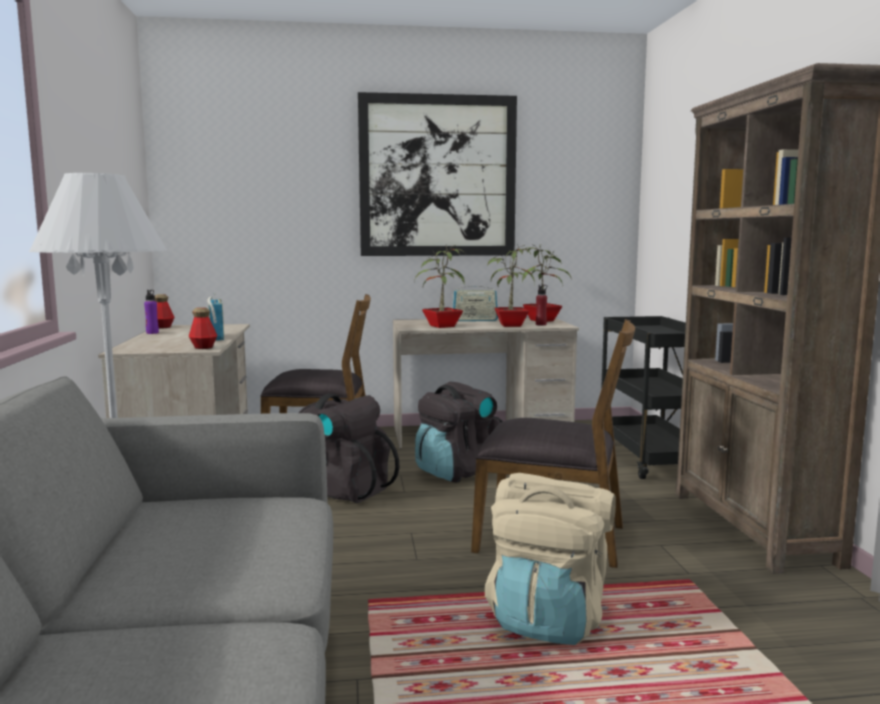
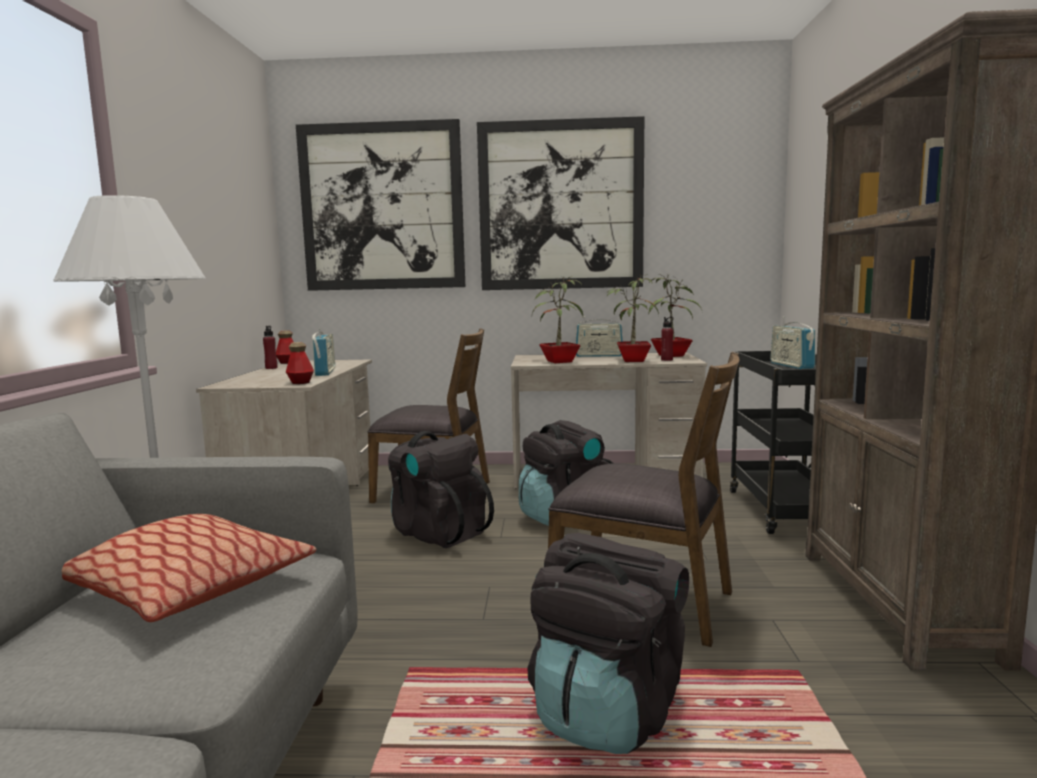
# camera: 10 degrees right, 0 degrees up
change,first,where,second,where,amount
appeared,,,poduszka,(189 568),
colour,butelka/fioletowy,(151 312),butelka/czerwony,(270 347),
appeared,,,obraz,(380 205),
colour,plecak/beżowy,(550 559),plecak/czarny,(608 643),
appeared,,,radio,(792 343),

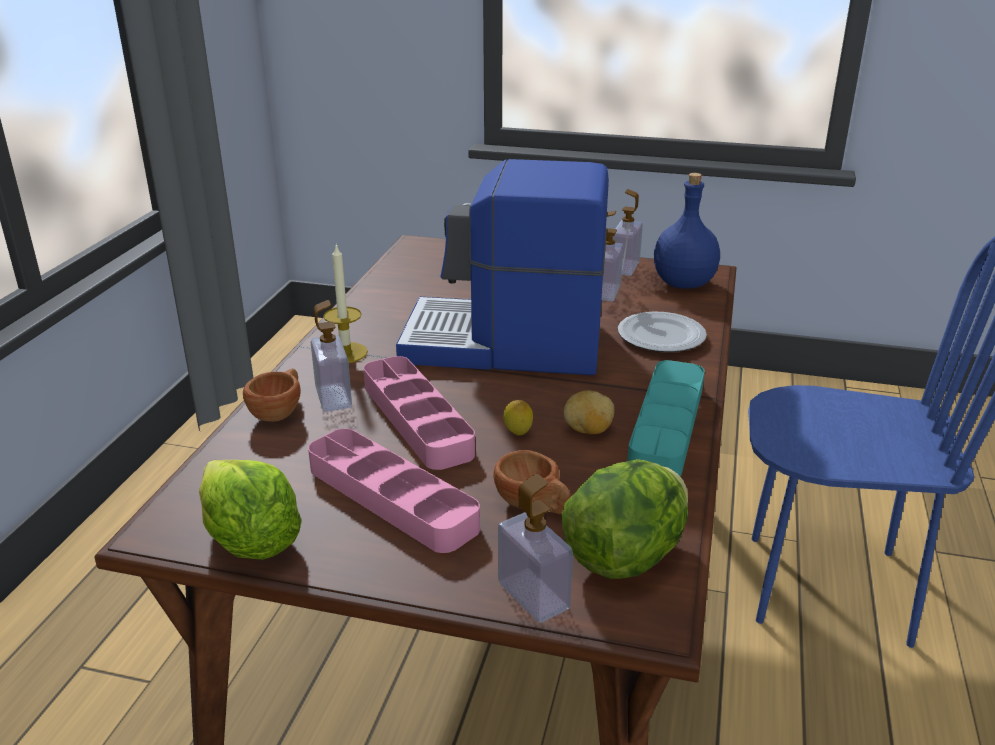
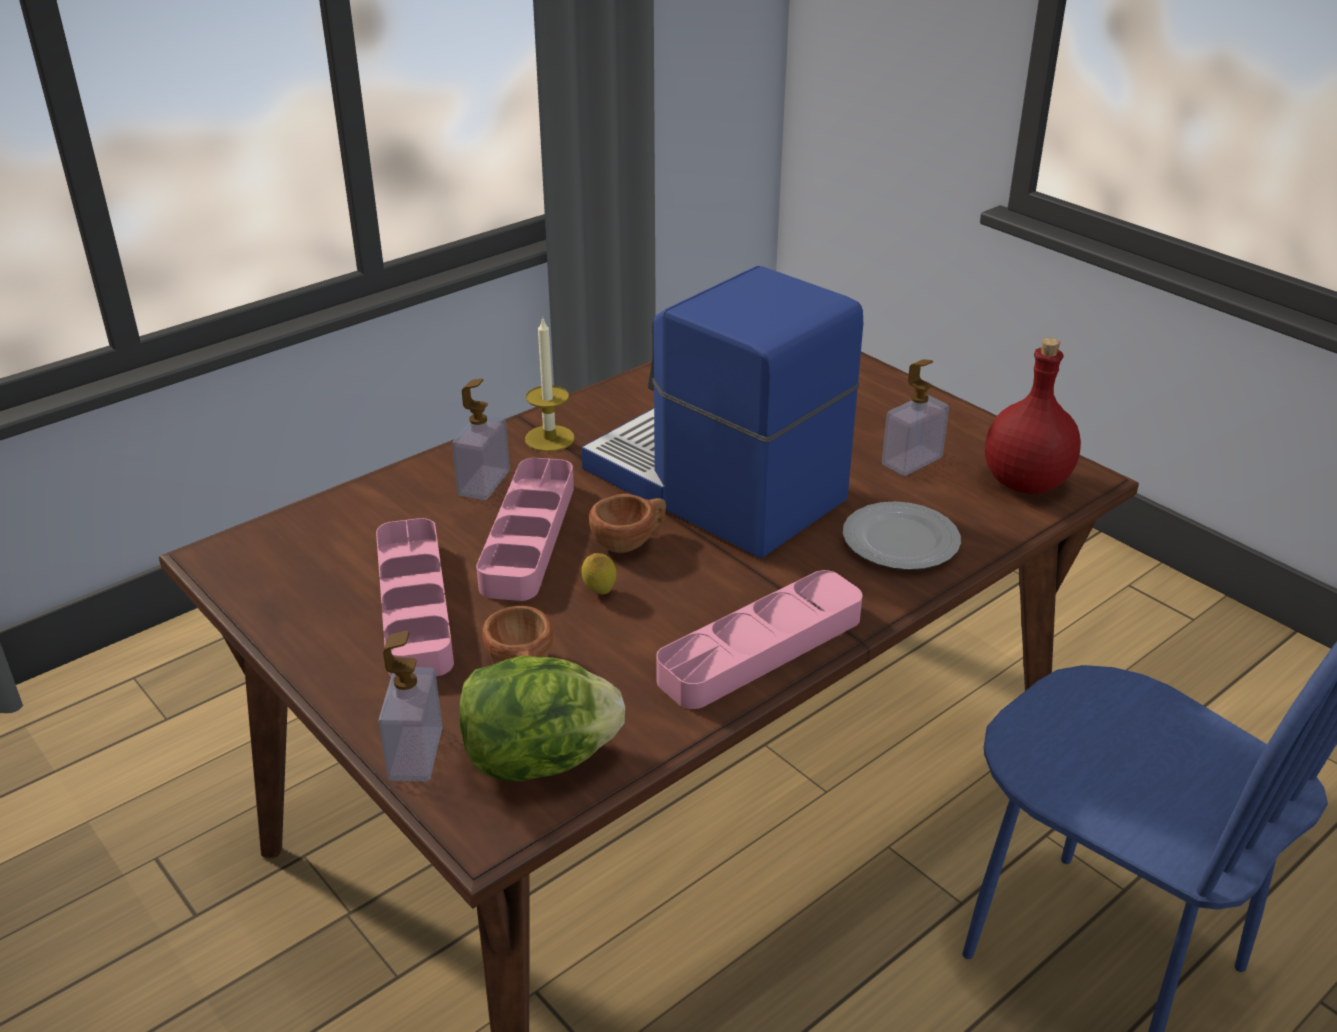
# camera: 35 degrees right, 5 degrees up
change,first,where,second,where,amount
relocated,filiżanka/brązowy,(272 395),,(627 523),
colour,taca/turkusowy,(666 418),taca/różowy,(759 639),
colour,butelka/niebieski,(687 231),butelka/czerwony,(1033 416),
missing,sałata,(250 510),,,
missing,ziemniak,(589 412),,,
missing,dozownik mydła,(627 232),,,

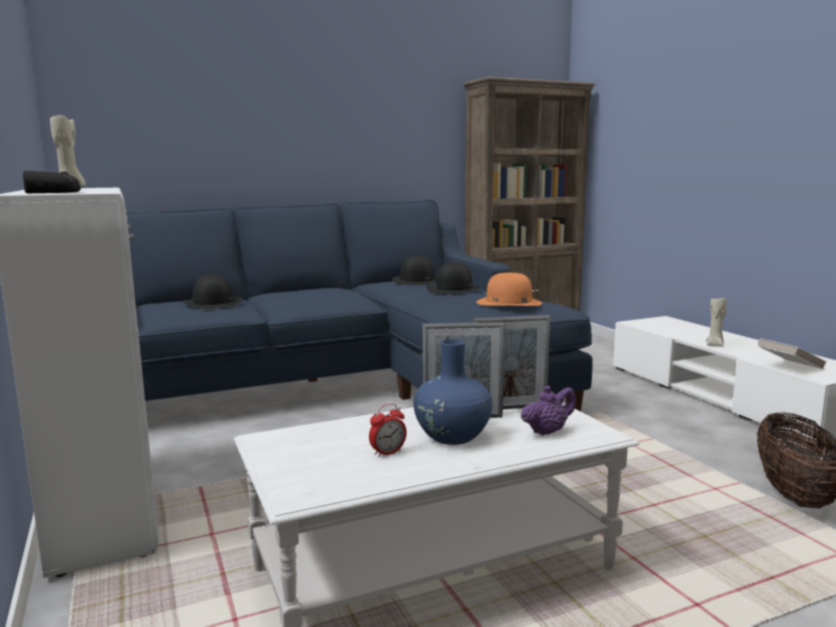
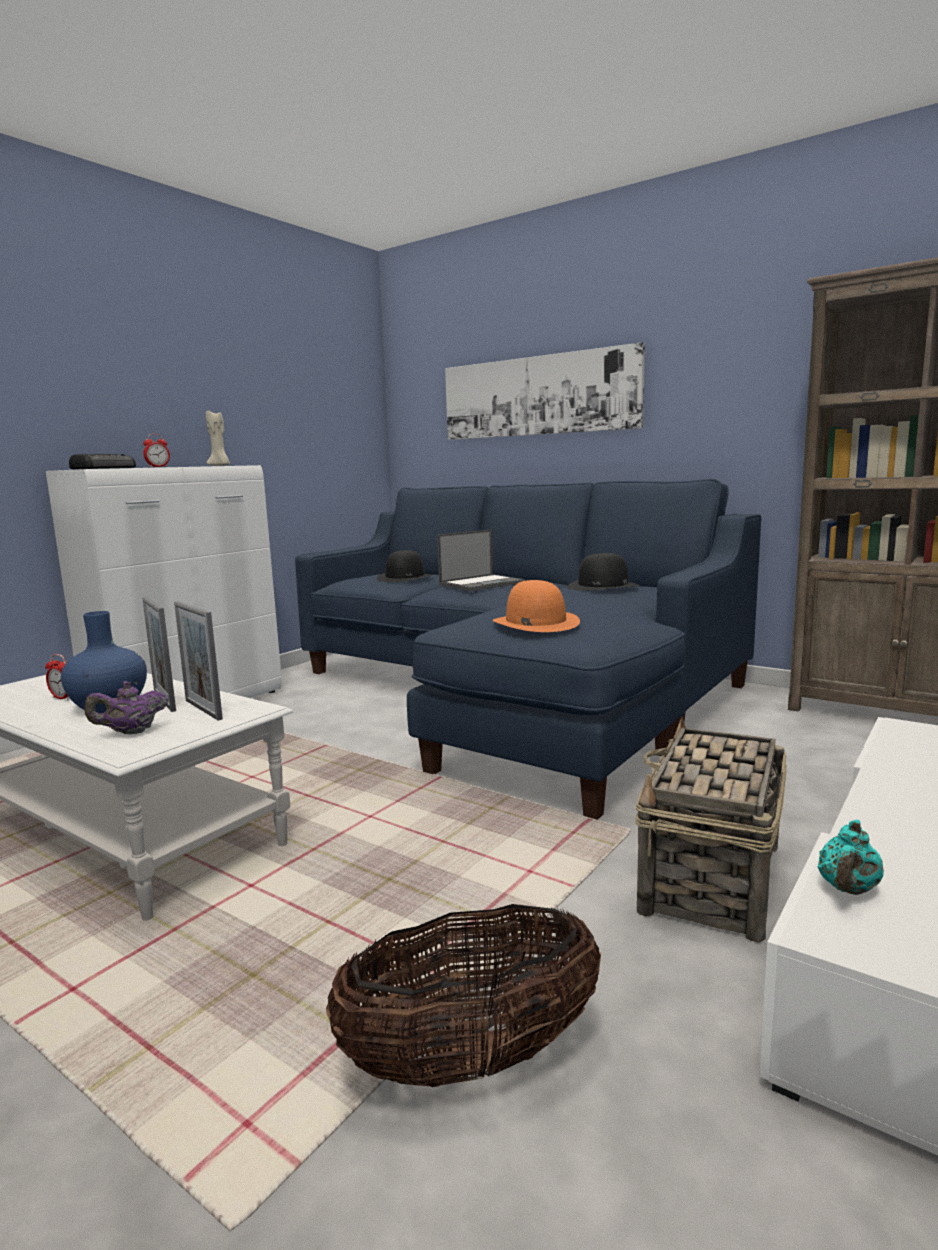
# camera: 60 degrees right, 0 degrees up
change,first,where,second,where,amount
spun,imbryk/fioletowy,(548 410),,(126 707),120 degrees clockwise
appeared,,,budzik,(156 450),
appeared,,,laptop,(481 560),
appeared,,,obraz,(545 391),
appeared,,,koszyk,(711 830),
exchanged,książka/biały,(792 353),imbryk/turkusowy,(851 857),
missing,kapelusz/czarny,(454 278),,,
missing,świeca/beżowy,(716 322),,,

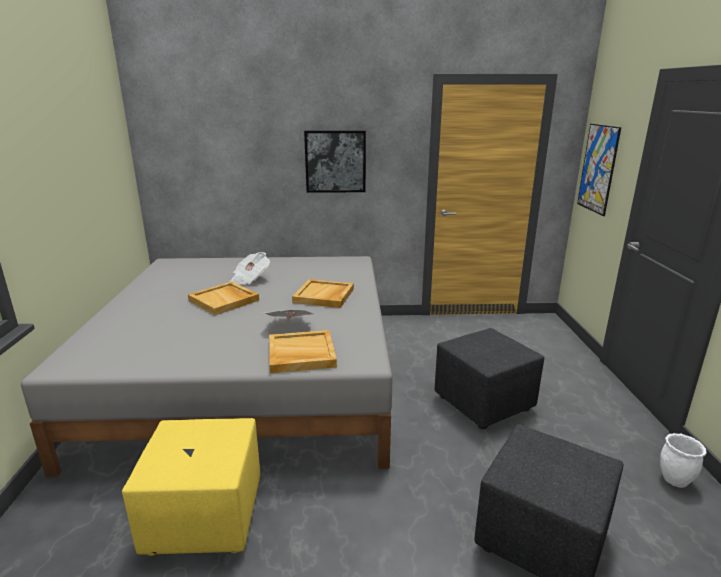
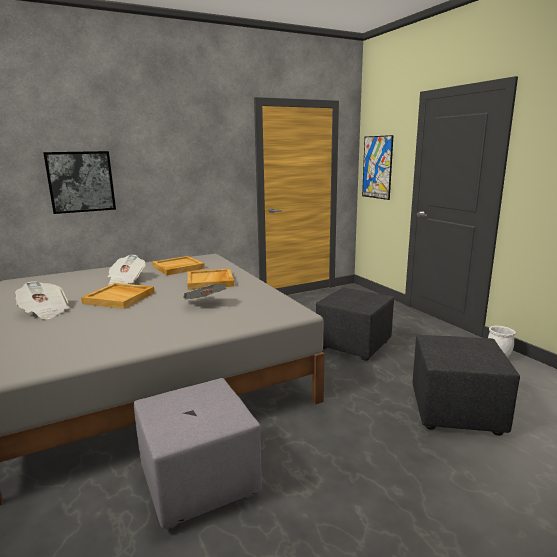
# camera: 25 degrees left, 5 degrees down
change,first,where,second,where,amount
appeared,,,gazeta,(42 300),
relocated,obraz,(335 161),,(79 182),
colour,pufa/żółty,(191 487),pufa/szary,(198 453),
relocated,taca/beżowy,(303 351),,(178 265),

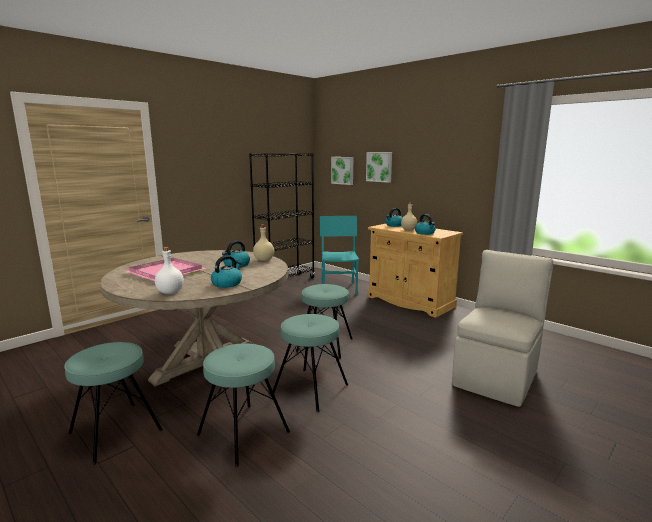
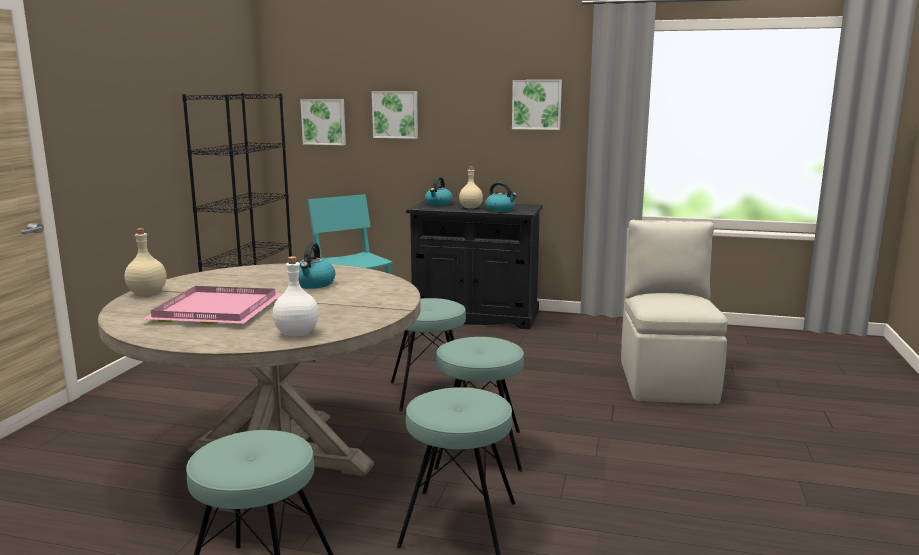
# camera: 30 degrees left, 0 degrees up
change,first,where,second,where,amount
relocated,butelka/beżowy,(263 243),,(146 261),
colour,szafka/beżowy,(415 271),szafka/czarny,(474 265),
appeared,,,obraz,(537 105),
missing,czajnik,(226 271),,,

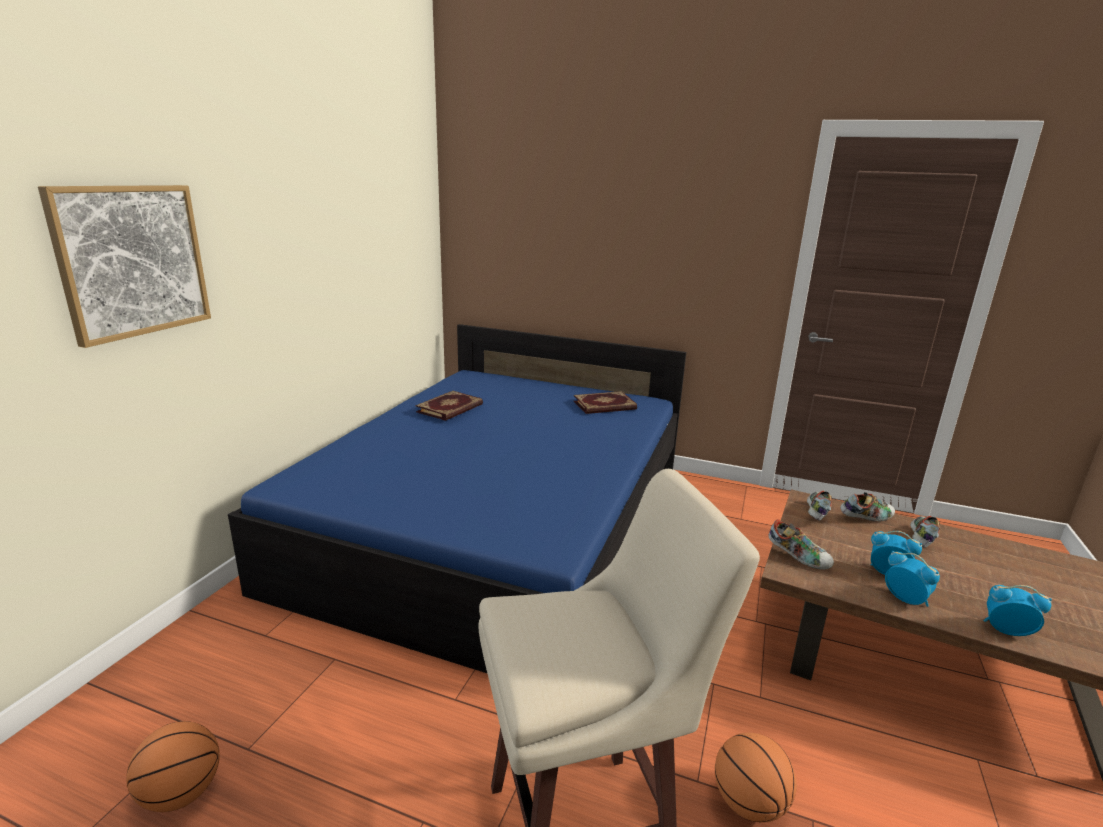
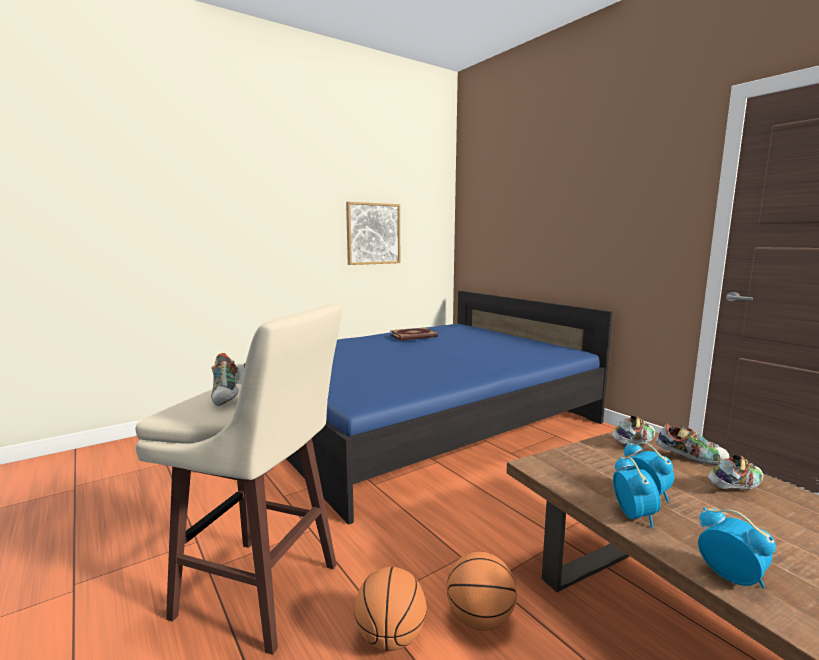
# camera: 35 degrees right, 10 degrees down
change,first,where,second,where,amount
relocated,but,(801 544),,(225 379),
relocated,obraz,(124 266),,(373 233),
relocated,piłka do koszykówki,(173 766),,(482 590),
missing,książka,(605 402),,,

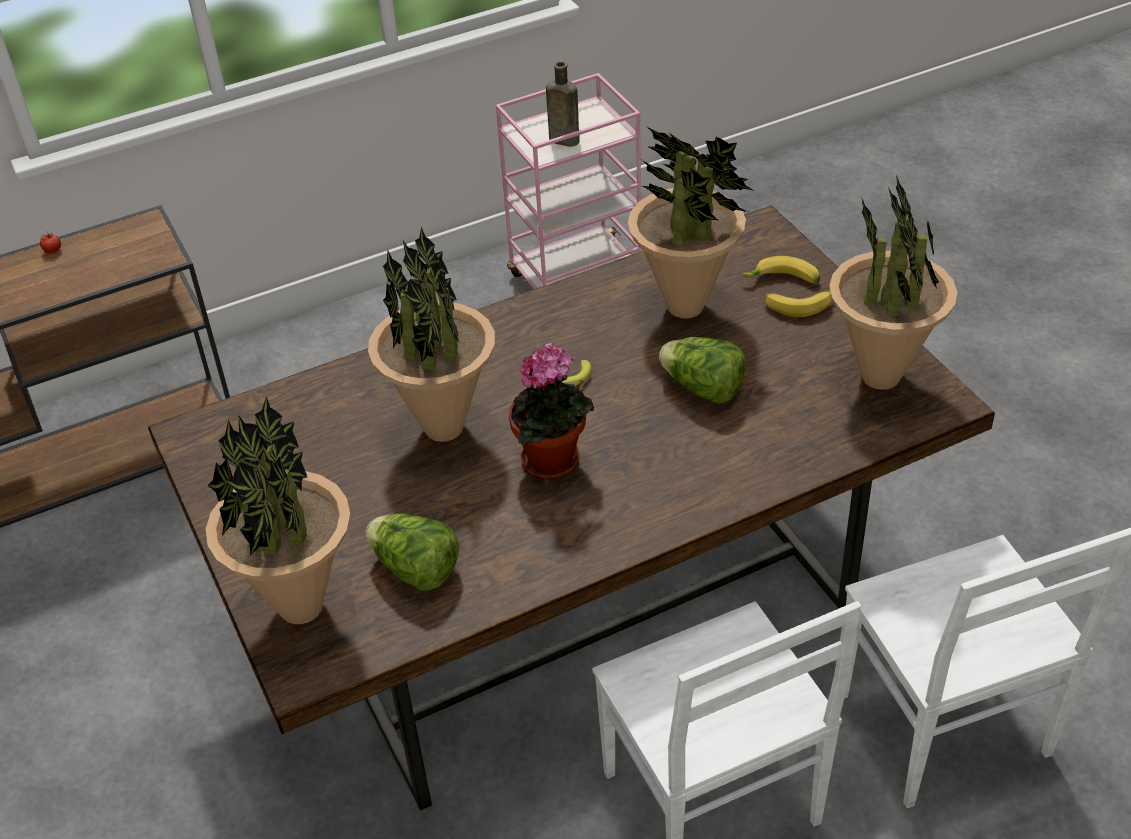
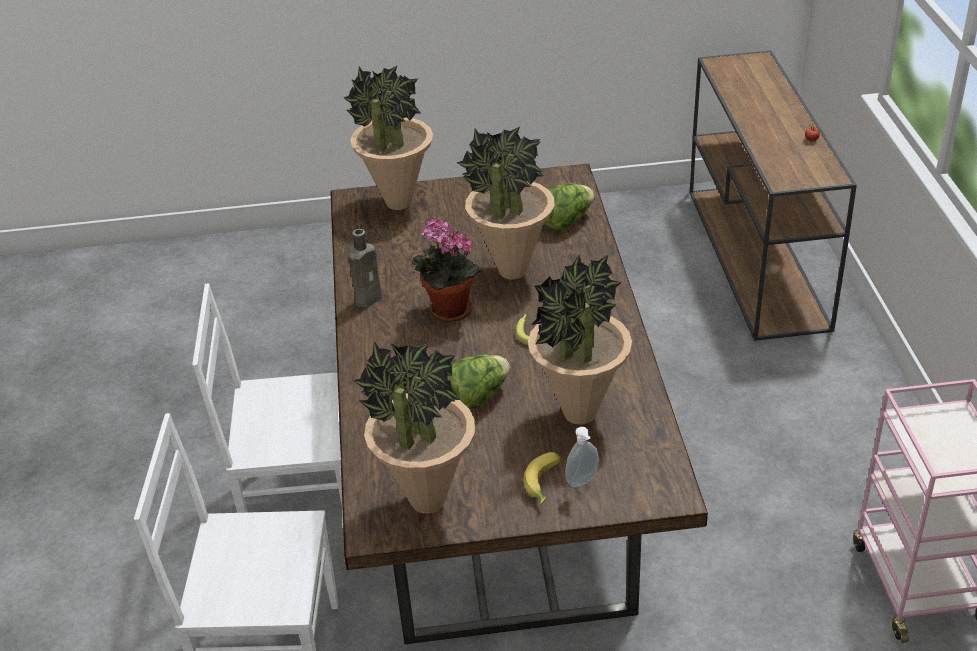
# camera: 110 degrees right, 5 degrees down
change,first,where,second,where,amount
relocated,butelka/brązowy,(563 104),,(365 268),
relocated,sałata,(412 552),,(569 206),
exchanged,banan,(781 270),dozownik mydła,(582 457),

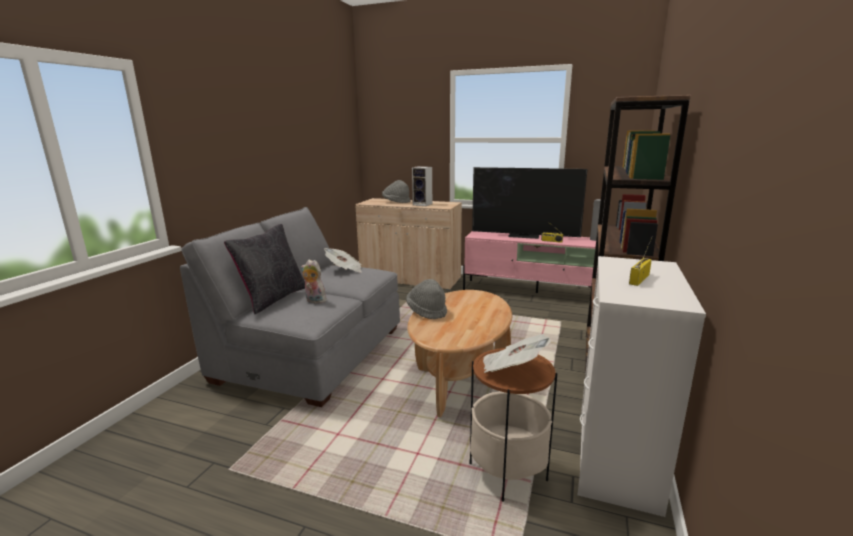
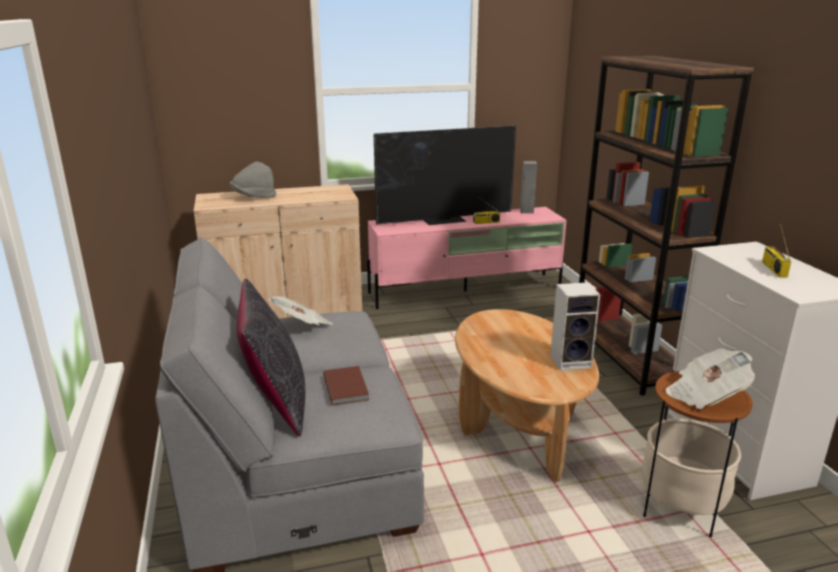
# camera: 35 degrees left, 5 degrees up
change,first,where,second,where,amount
exchanged,pluszak,(313 282),książka/brązowy,(346 385),
relocated,głośnik,(422 186),,(575 326),
missing,kapelusz/szary,(426 299),,,

